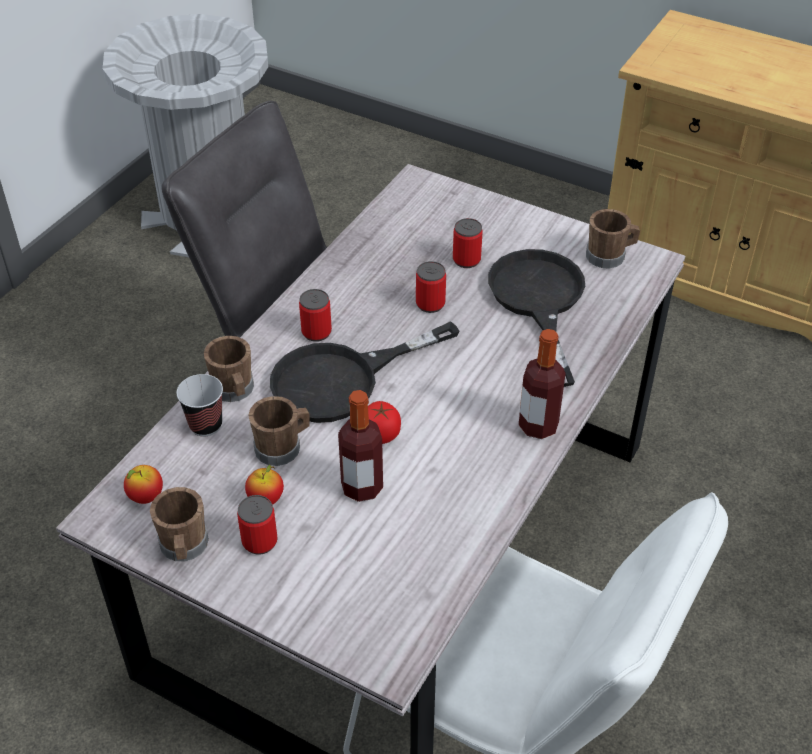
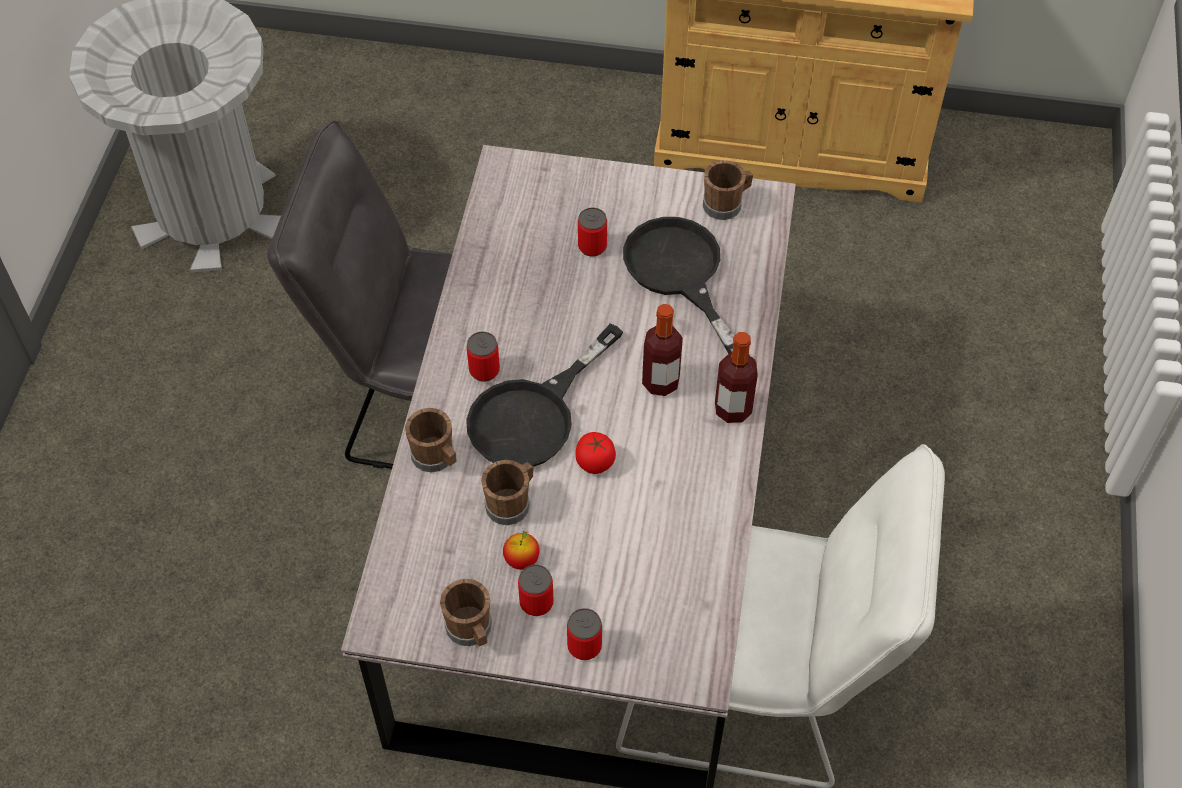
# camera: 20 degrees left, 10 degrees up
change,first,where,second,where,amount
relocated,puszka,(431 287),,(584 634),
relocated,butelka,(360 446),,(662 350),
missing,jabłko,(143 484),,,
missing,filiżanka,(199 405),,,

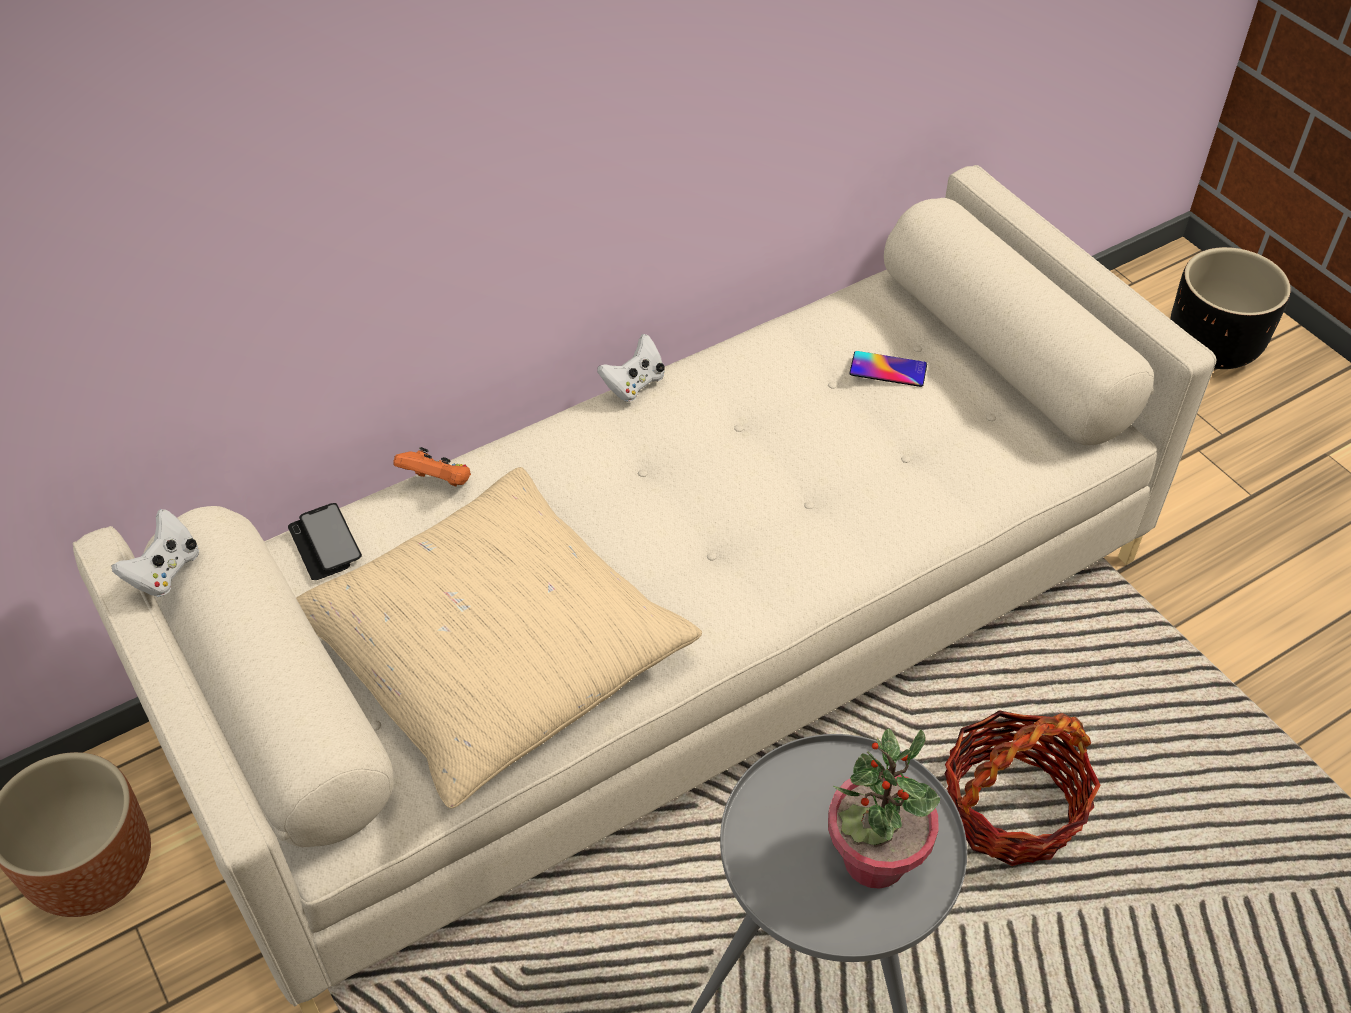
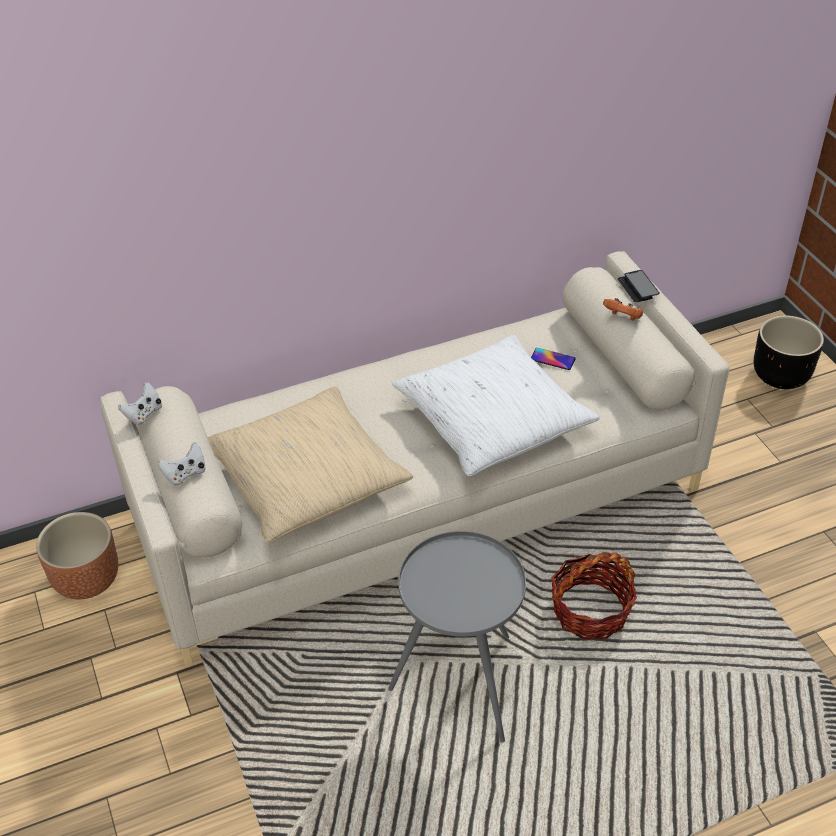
# camera: 10 degrees right, 5 degrees down
change,first,where,second,where,amount
relocated,pad do gier/biały,(630 368),,(181 464),
appeared,,,poduszka/biały,(496 405),
relocated,pad do gier/pomarańczowy,(432 467),,(623 309),
relocated,telefon,(325 541),,(639 286),
missing,roślina doniczkowa,(884 808),,,

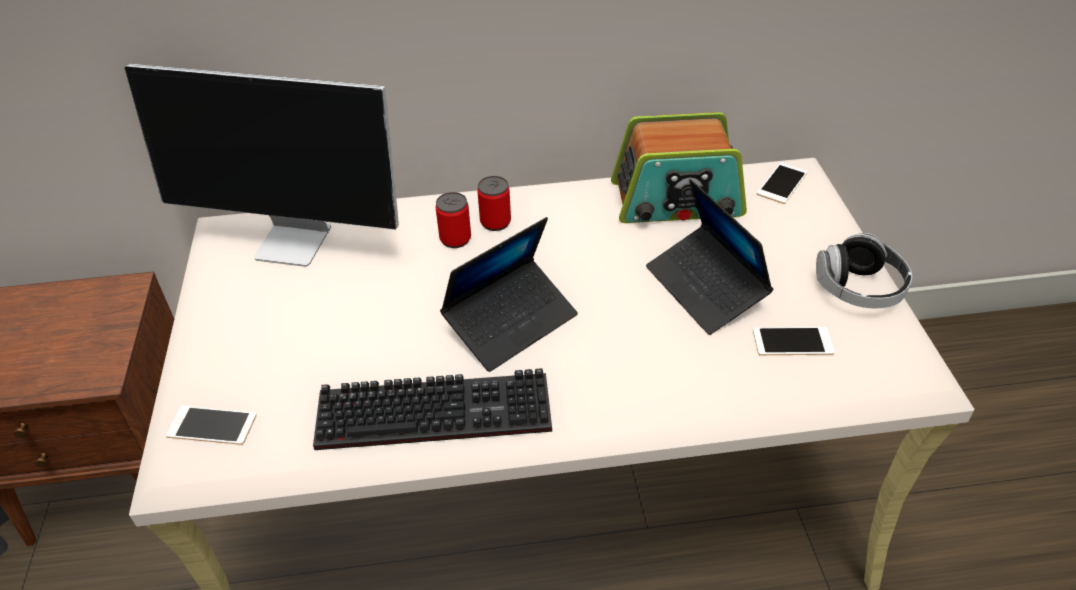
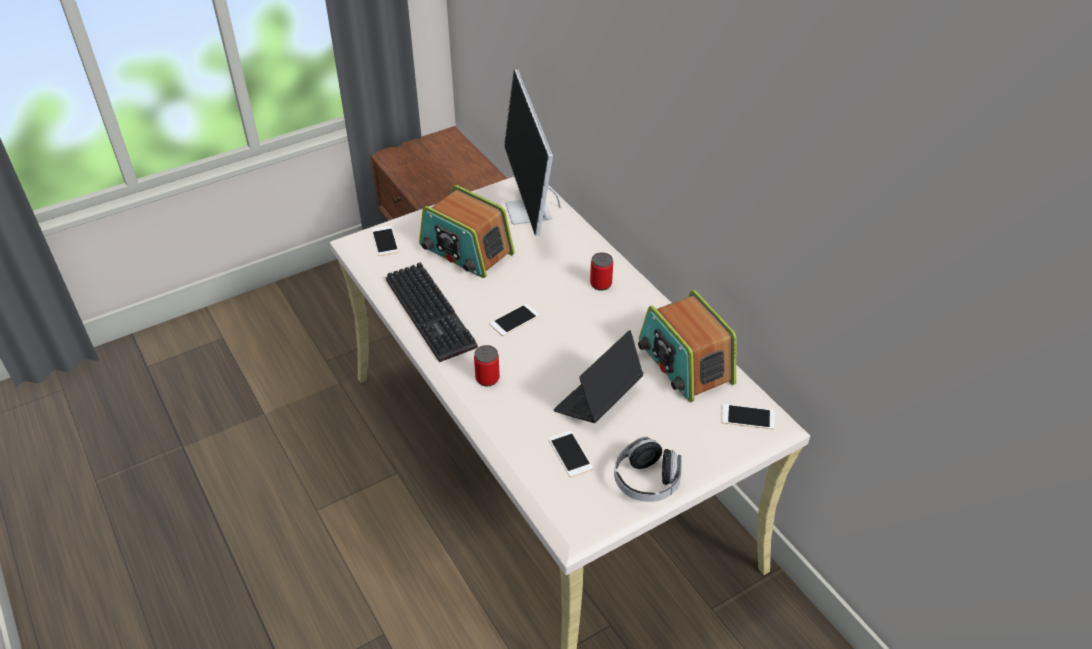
# camera: 65 degrees right, 0 degrees up
change,first,where,second,where,amount
appeared,,,radio,(467 231),
relocated,puszka,(453 220),,(487 366),
exchanged,laptop,(509 294),telefon,(514 320),

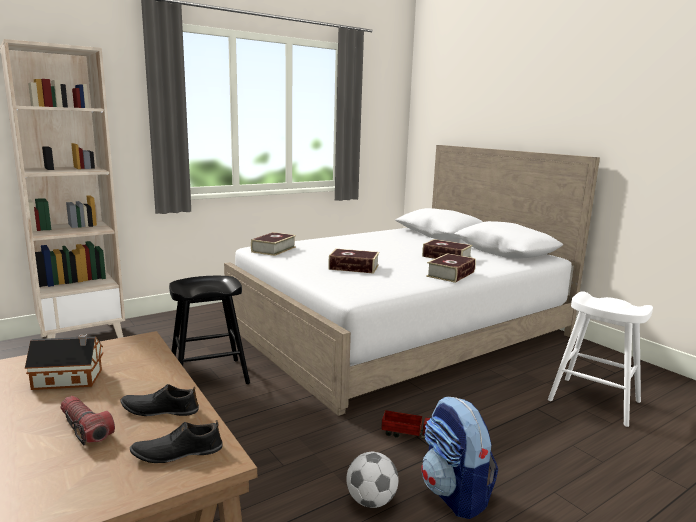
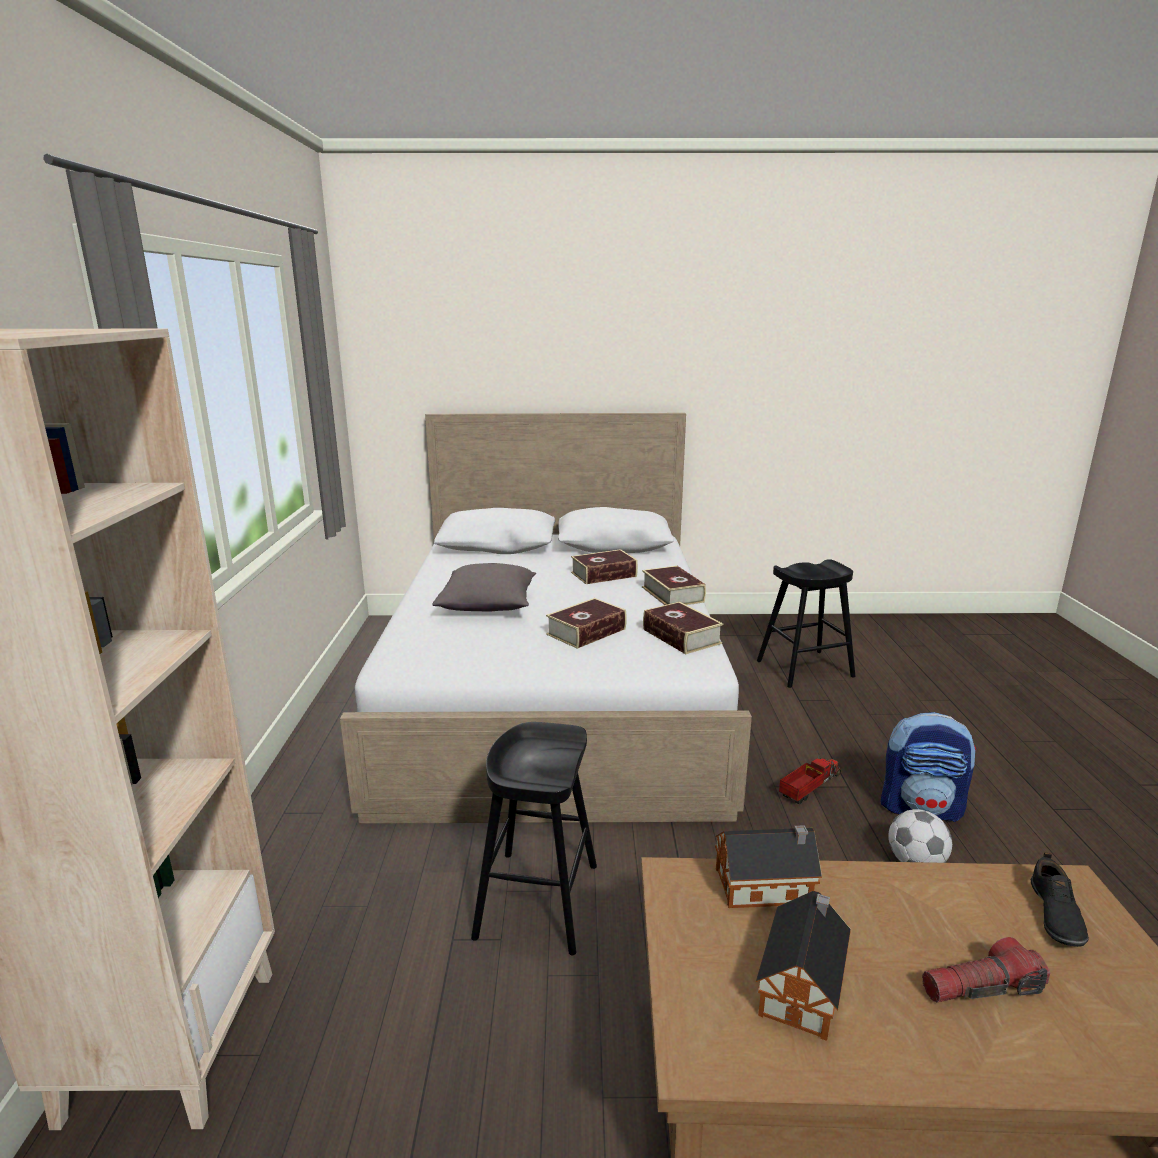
# camera: 55 degrees left, 5 degrees up
change,first,where,second,where,amount
appeared,,,poduszka/szary,(484 587),
relocated,książka,(273 244),,(683 628),
appeared,,,domek,(768 866),
colour,stołek/biały,(600 359),stołek/czarny,(806 623),
missing,but/czarny,(159 400),,,

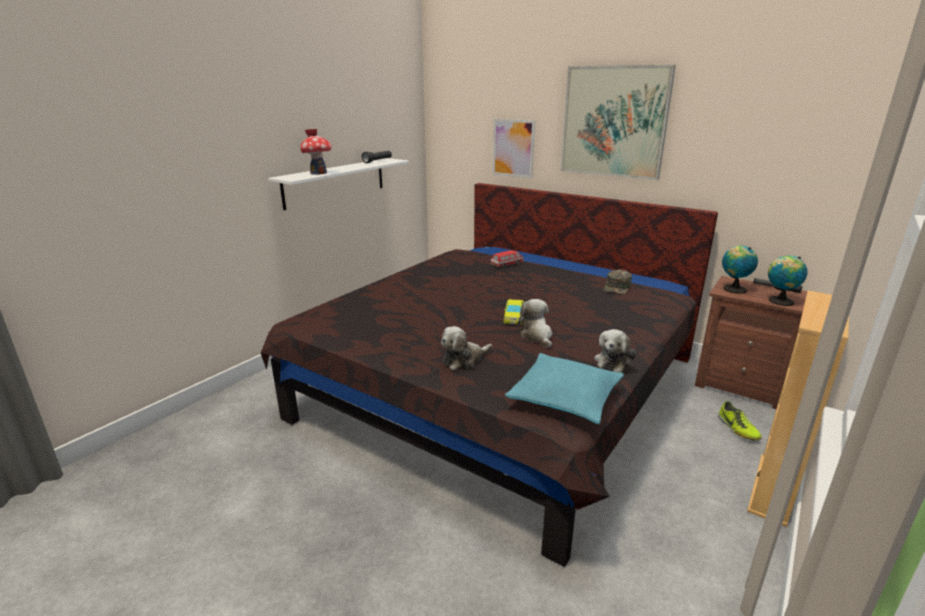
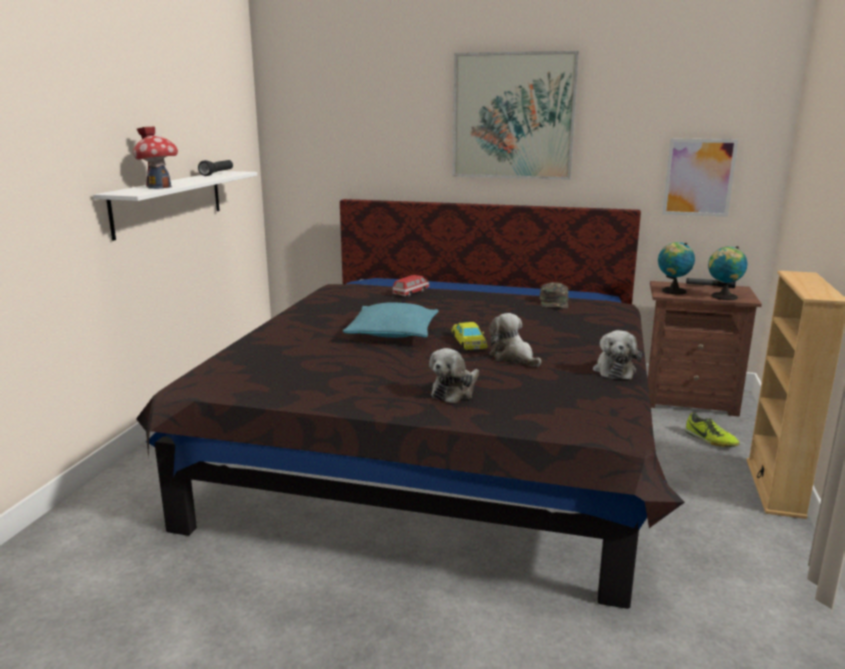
# camera: 20 degrees left, 5 degrees down
change,first,where,second,where,amount
relocated,poduszka/turkusowy,(564 388),,(391 320),
relocated,obraz,(514 149),,(700 177),

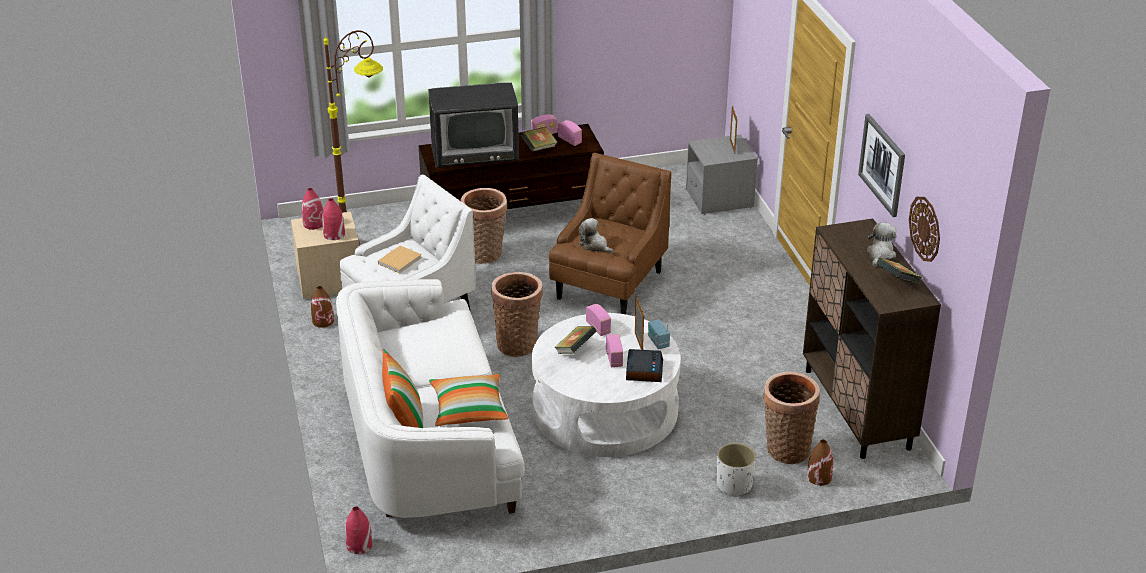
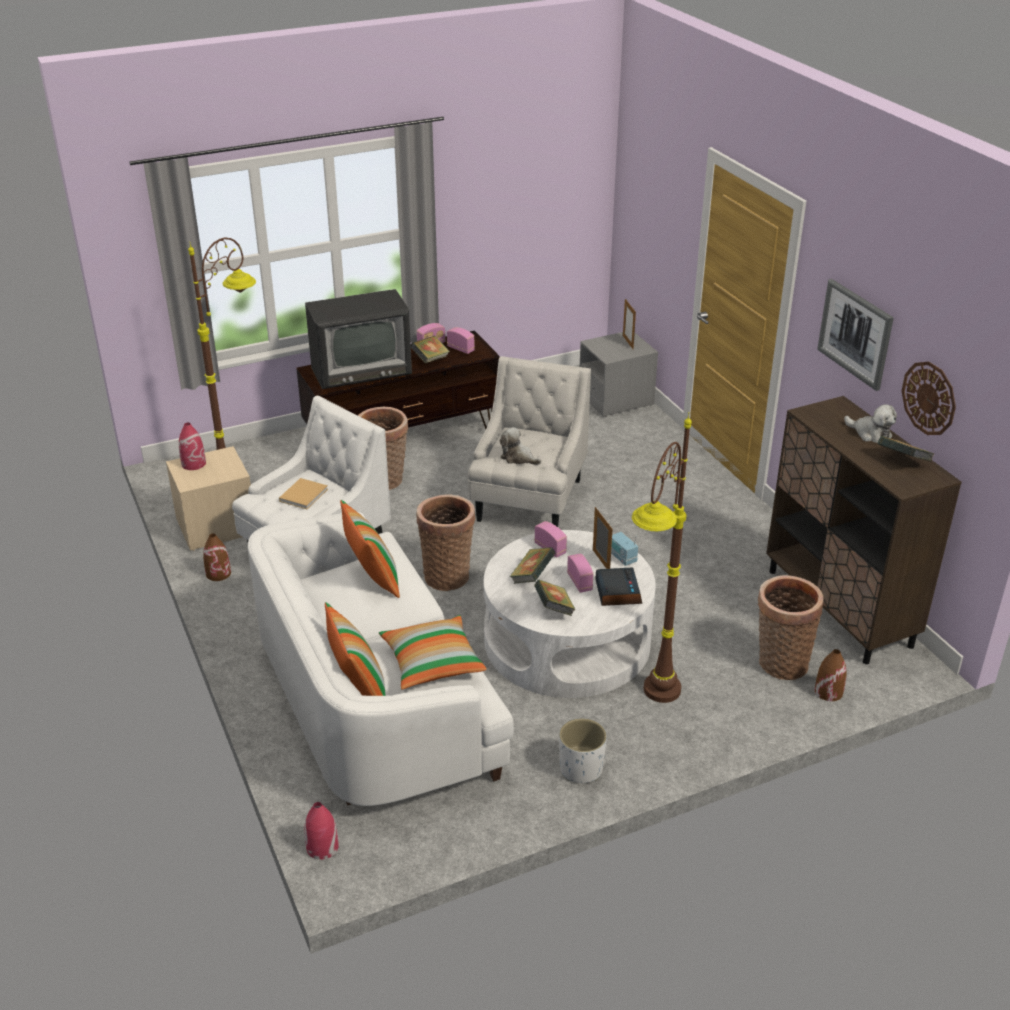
# camera: 10 degrees left, 0 degrees up
change,first,where,second,where,amount
appeared,,,poduszka,(370 549),
colour,fotel/brązowy,(610 233),fotel/biały,(529 441),
appeared,,,książka,(555 598),
relocated,donica/biały,(736 469),,(583 750),
appeared,,,lampa stojąca/brązowy,(662 557),
spun,pluszak,(882 244),,(870 423),120 degrees clockwise
missing,wazon/czerwony,(333 219),,,

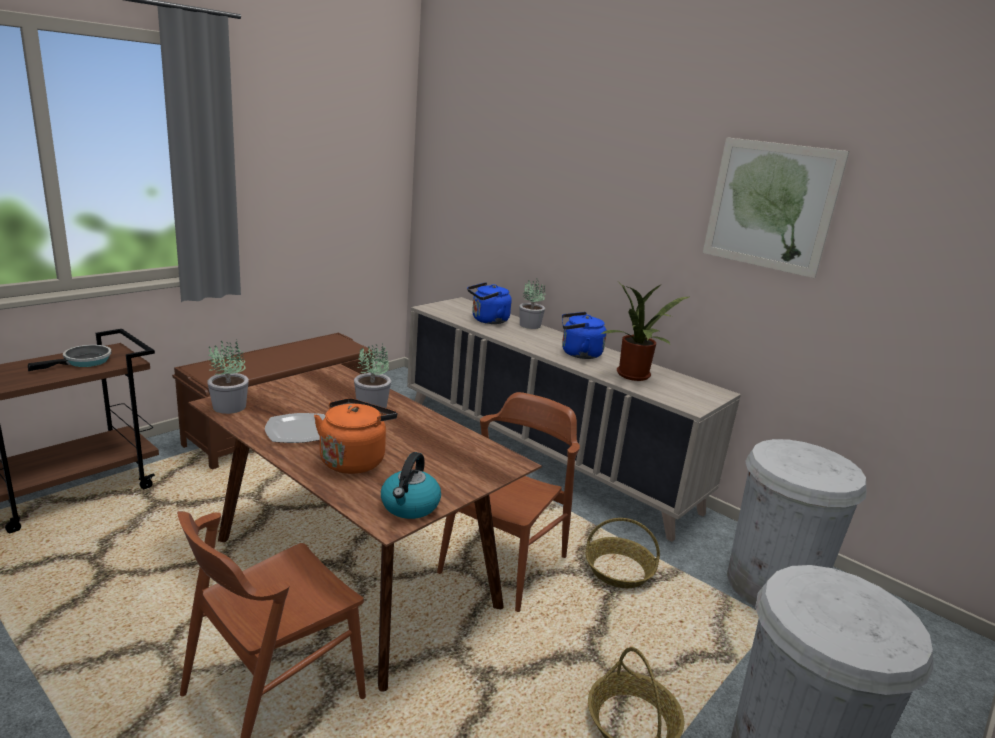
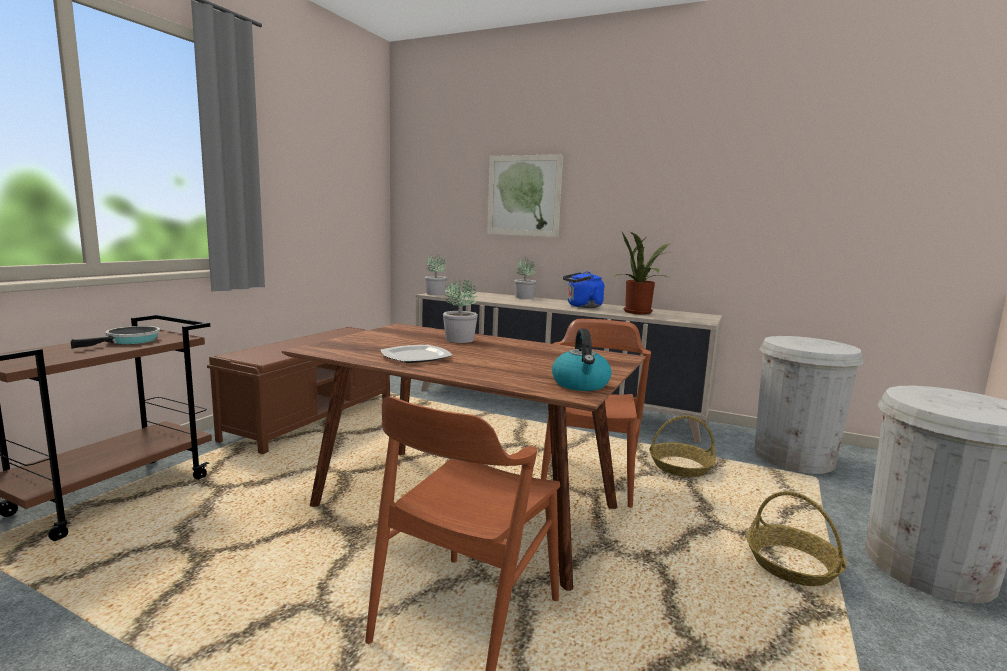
# camera: 15 degrees left, 10 degrees down
change,first,where,second,where,amount
relocated,roślina doniczkowa,(228 376),,(436 274),
relocated,obraz,(776 207),,(525 195),
missing,czajnik/pomarańczowy,(355 436),,,
missing,czajnik/niebieski,(489 303),,,

